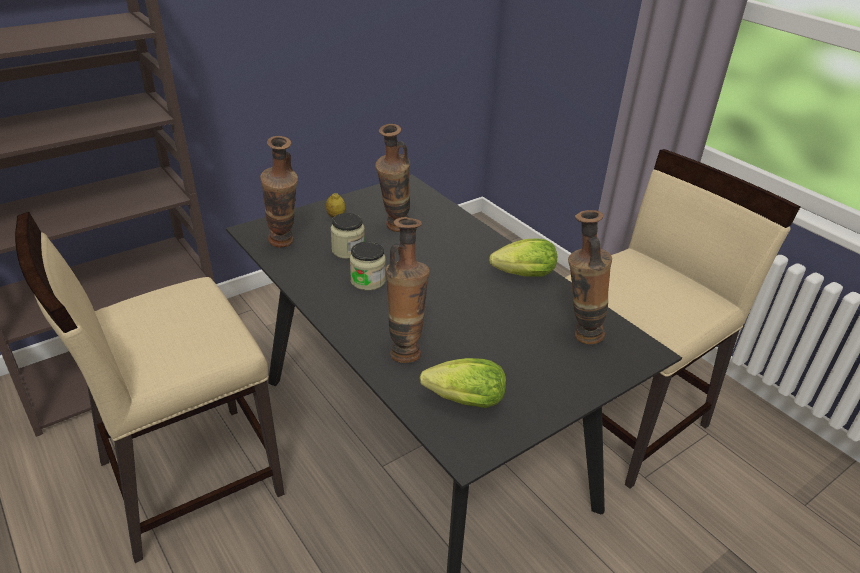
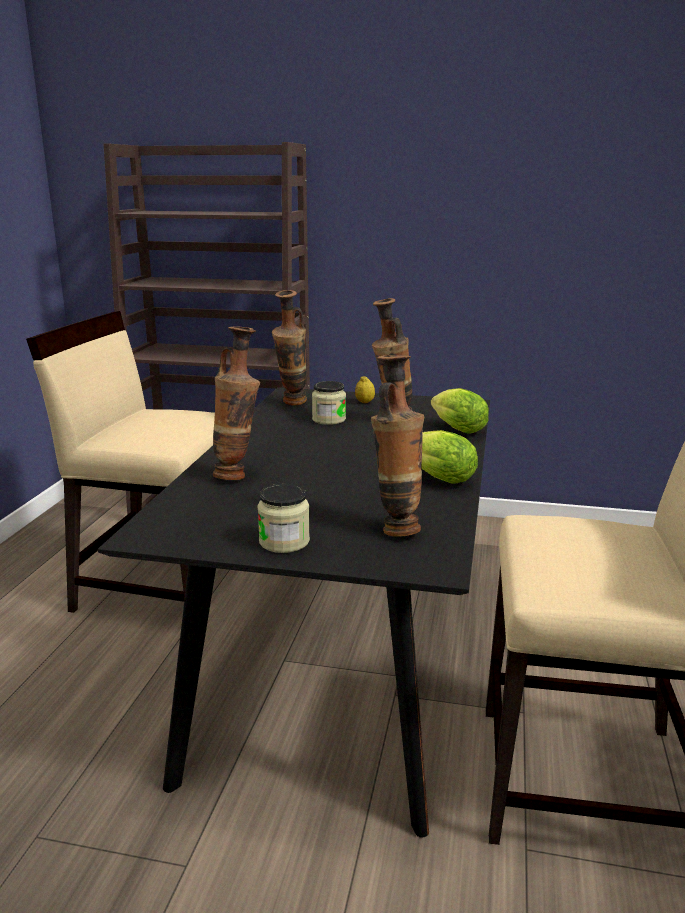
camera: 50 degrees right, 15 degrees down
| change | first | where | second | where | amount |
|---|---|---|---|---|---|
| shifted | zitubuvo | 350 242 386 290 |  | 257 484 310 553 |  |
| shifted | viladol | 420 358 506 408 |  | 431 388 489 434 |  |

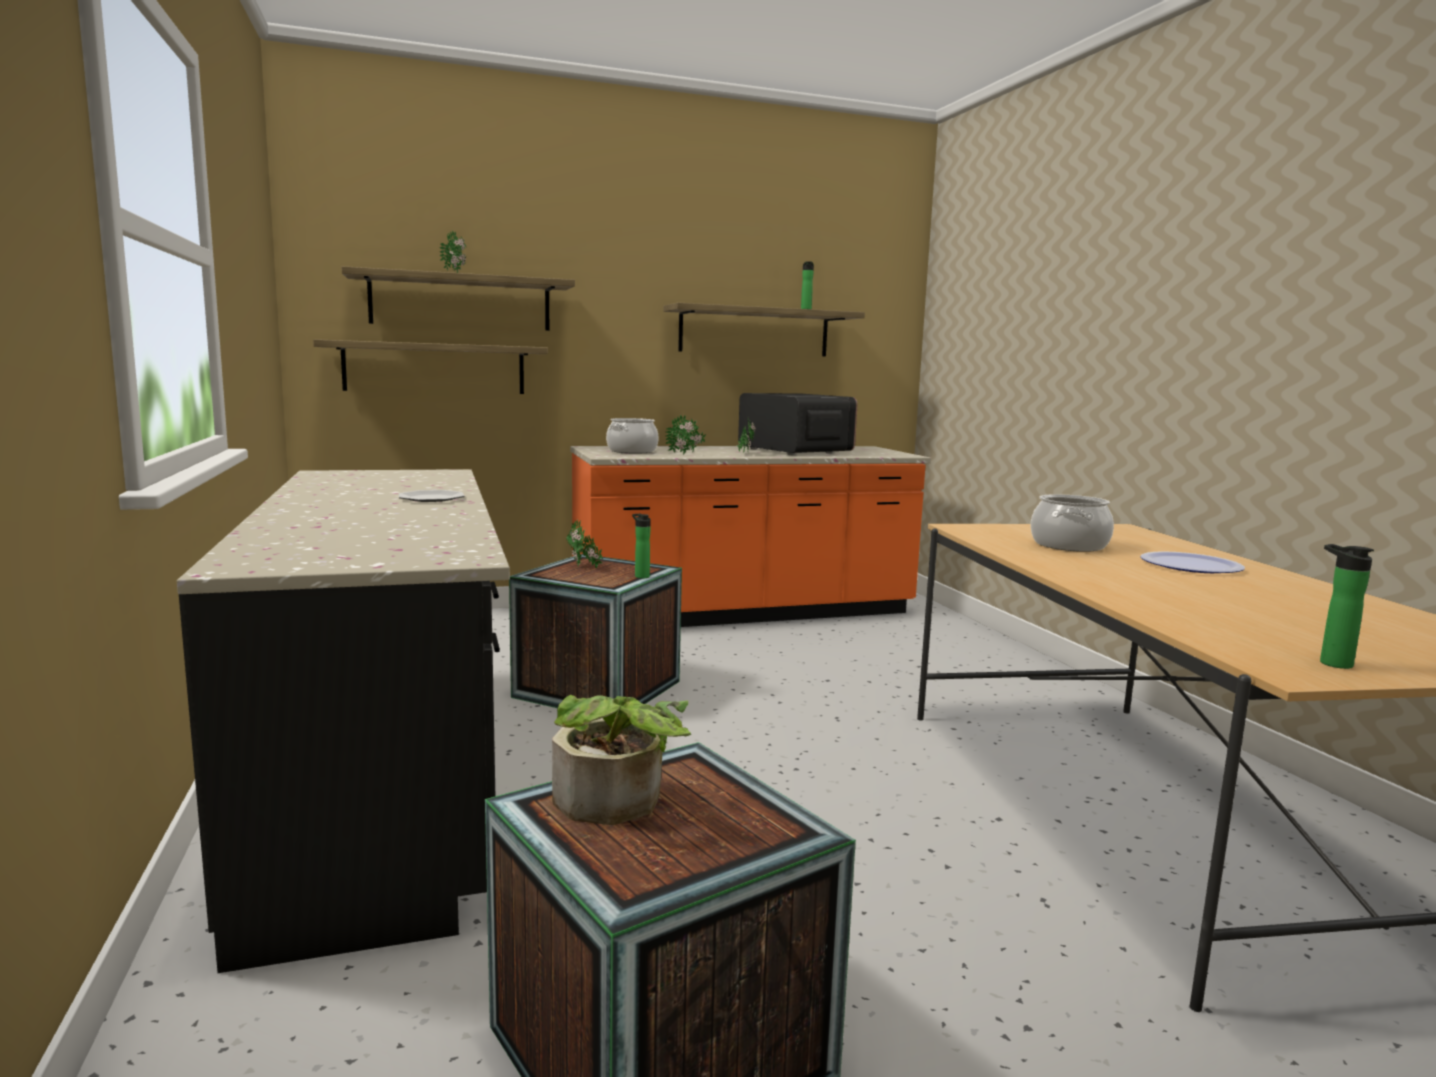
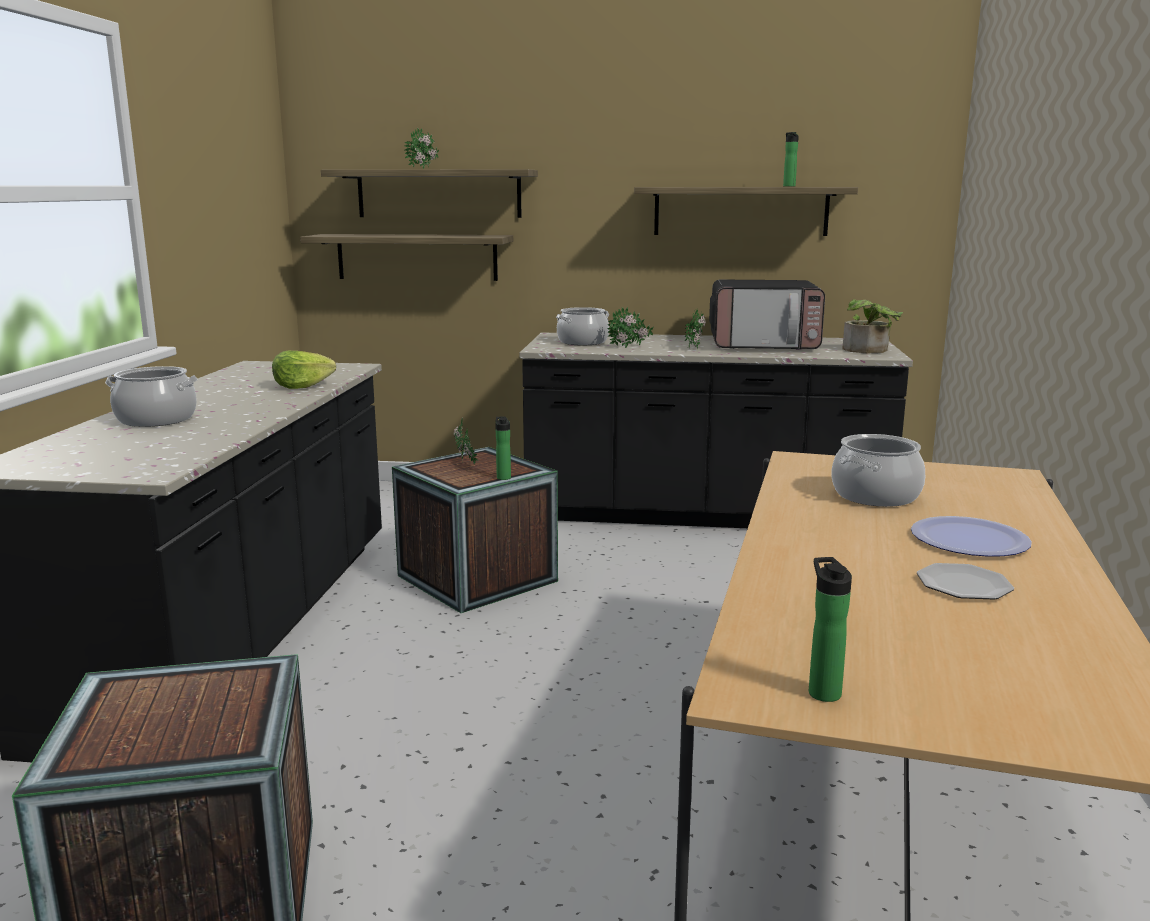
camera: 25 degrees right, 5 degrees up
| change | first | where | second | where | amount |
|---|---|---|---|---|---|
| new |  |  | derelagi | 105 366 198 427 |  |
| new |  |  | viladol | 272 351 336 389 |  |
| shifted | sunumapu | 399 490 465 502 |  | 917 563 1014 600 |  |
| shifted | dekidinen | 552 695 691 825 |  | 842 299 903 353 |  |
| repainted | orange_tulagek | 570 446 931 627 | black_tulagek | 520 333 913 528 |  |
| rotated | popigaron | 738 393 857 455 |  | 709 280 825 350 | 105 degrees clockwise |

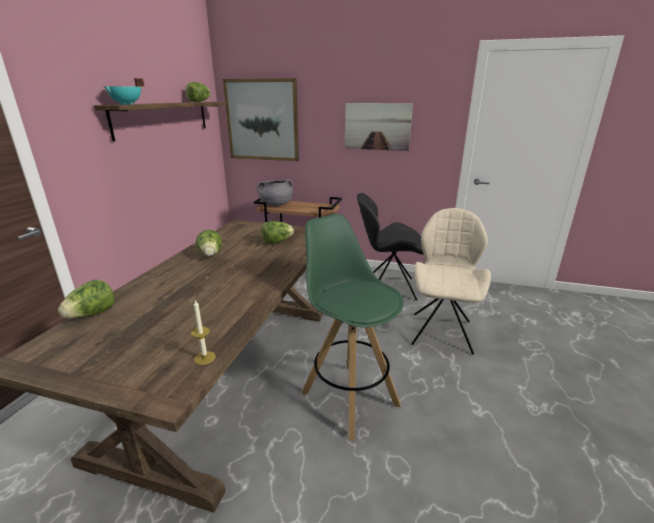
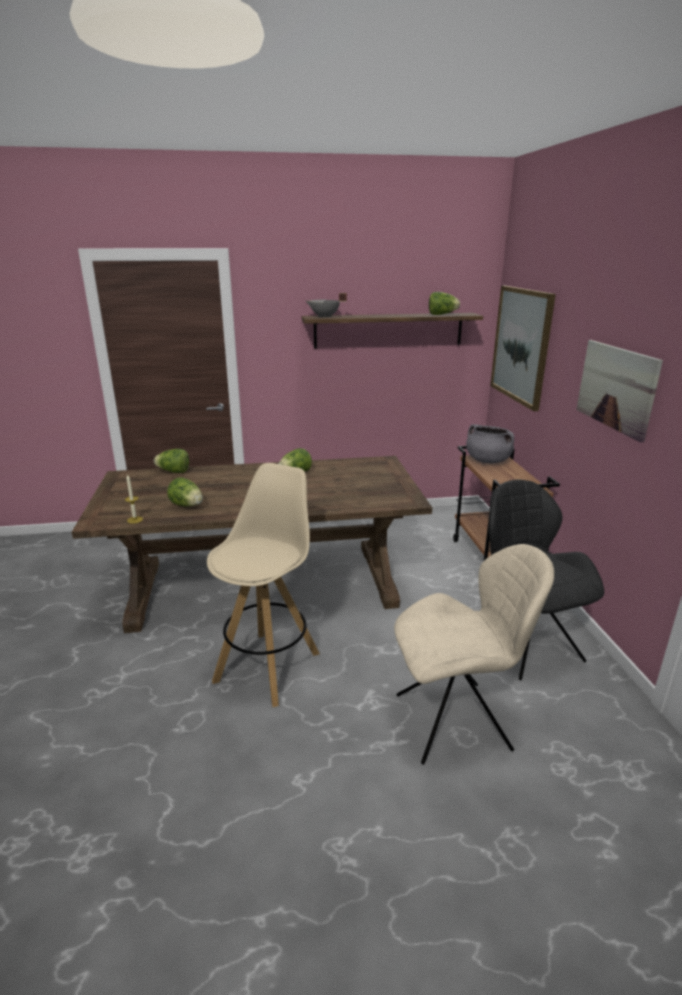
camera: 65 degrees right, 0 degrees up
| change | first | where | second | where | amount |
|---|---|---|---|---|---|
| shifted | viladol | 262 221 294 244 |  | 167 477 203 506 |  |
| repainted | turquoise_derelagi | 104 78 145 105 | grey_derelagi | 306 293 347 318 |  |
| repainted | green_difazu | 302 214 403 441 | beige_difazu | 207 463 320 707 |  |

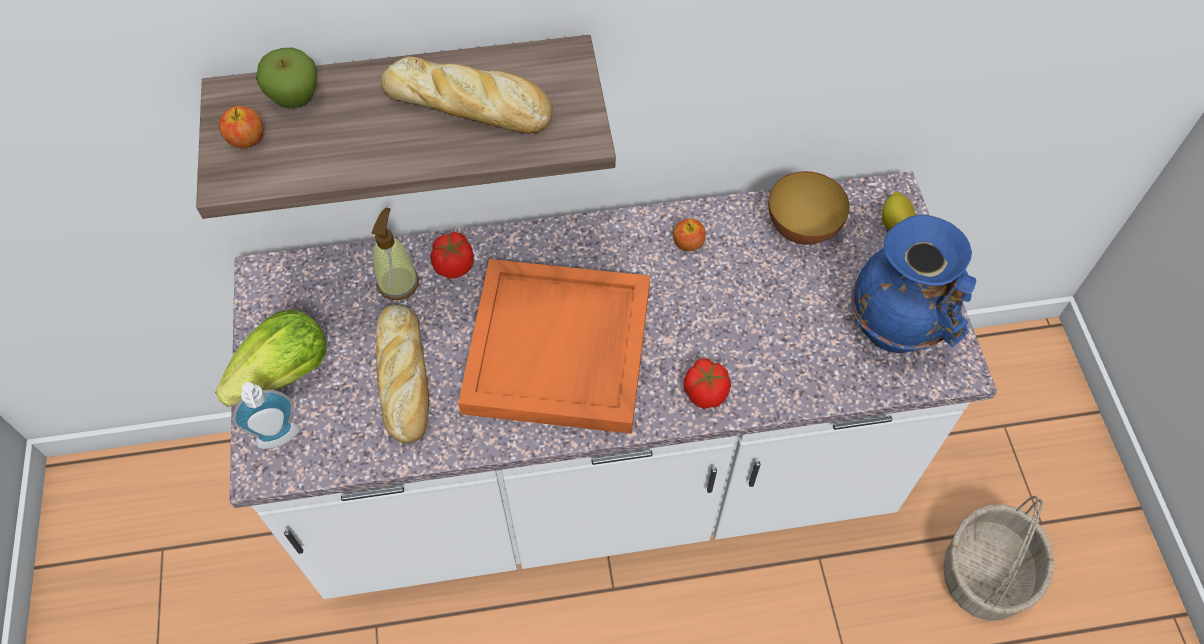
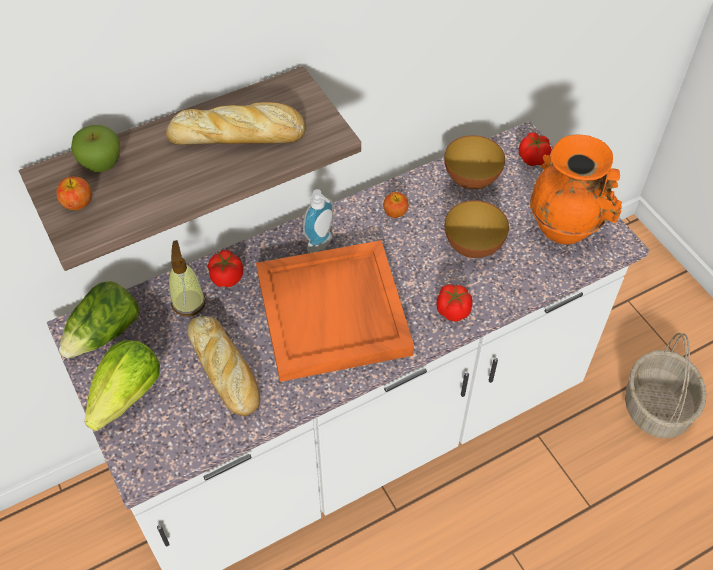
camera: 20 degrees left, 5 degrees down
| change | first | where | second | where | amount |
|---|---|---|---|---|---|
| new |  |  | viladol | 59 281 139 358 |  |
| new |  |  | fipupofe | 445 200 509 258 |  |
| shifted | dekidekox | 232 382 300 449 |  | 303 189 334 253 |  |
| swapped | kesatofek | 882 192 915 230 | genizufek | 519 132 551 166 |  |
| repainted | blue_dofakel | 851 215 976 353 | orange_dofakel | 530 135 622 244 |  |

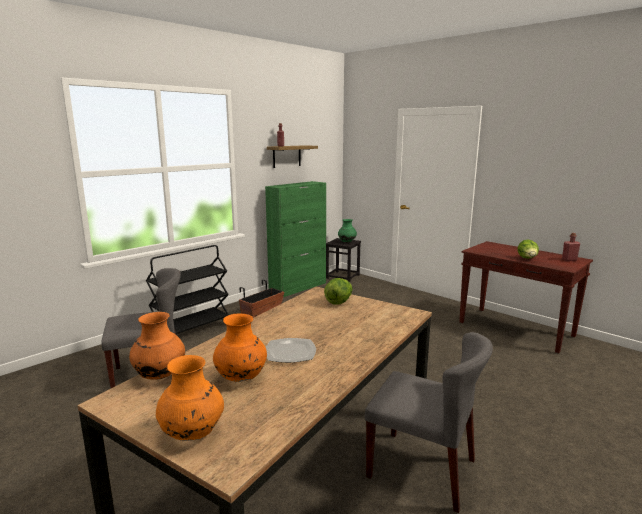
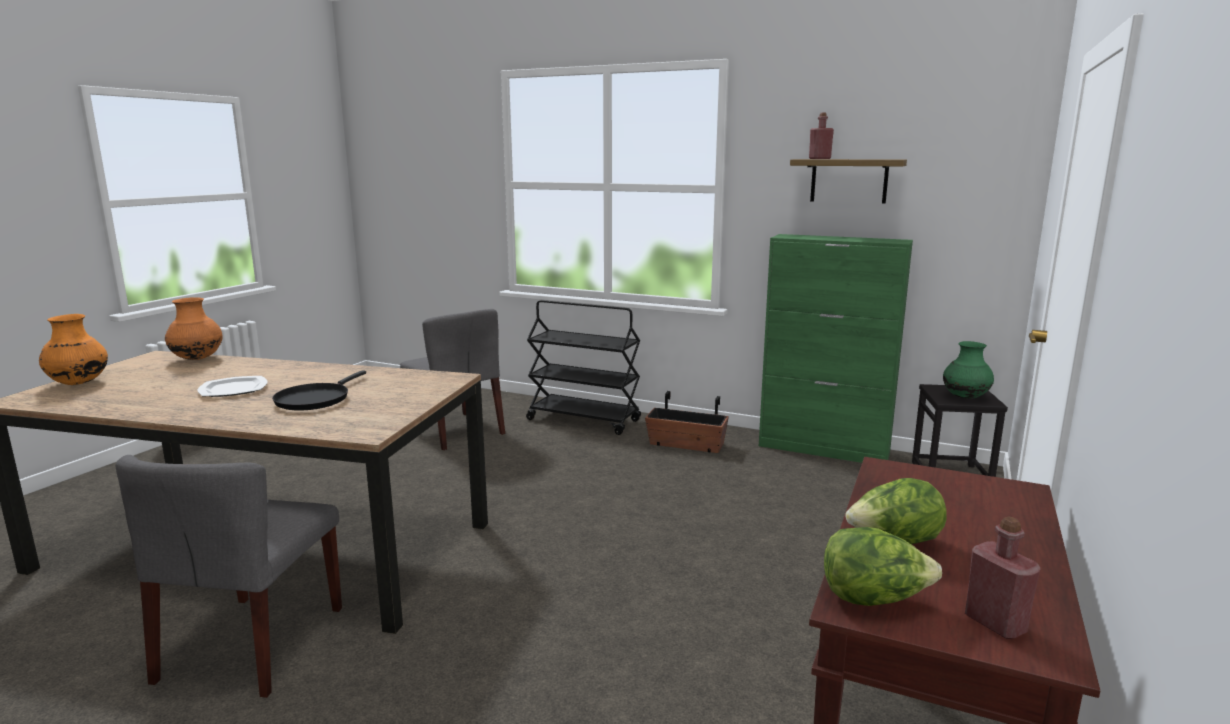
camera: 70 degrees right, 0 degrees up
| change | first | where | second | where | amount |
|---|---|---|---|---|---|
| gone | orange_dofakel | 213 314 267 382 |  |  |  |
| new |  |  | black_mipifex | 272 370 366 411 |  |
| shifted | viladol | 324 278 353 305 |  | 824 527 942 606 |  |

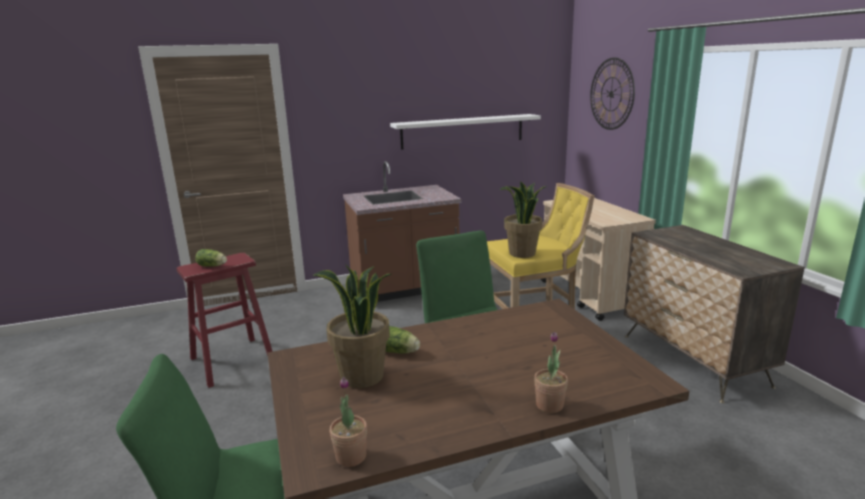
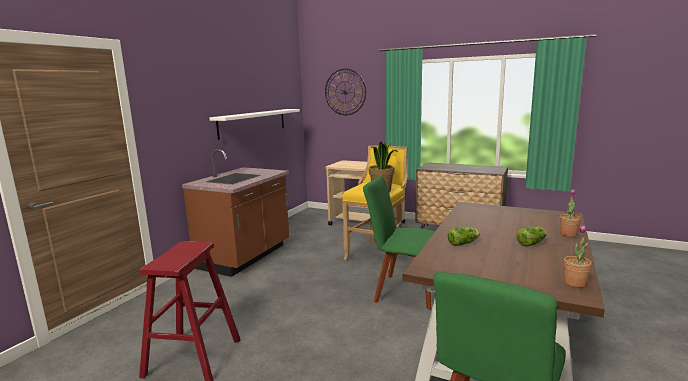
camera: 45 degrees left, 5 degrees down
| change | first | where | second | where | amount |
|---|---|---|---|---|---|
| gone | dekidinen | 313 264 391 388 |  |  |  |
| shifted | viladol | 195 249 227 267 |  | 517 226 547 247 |  |

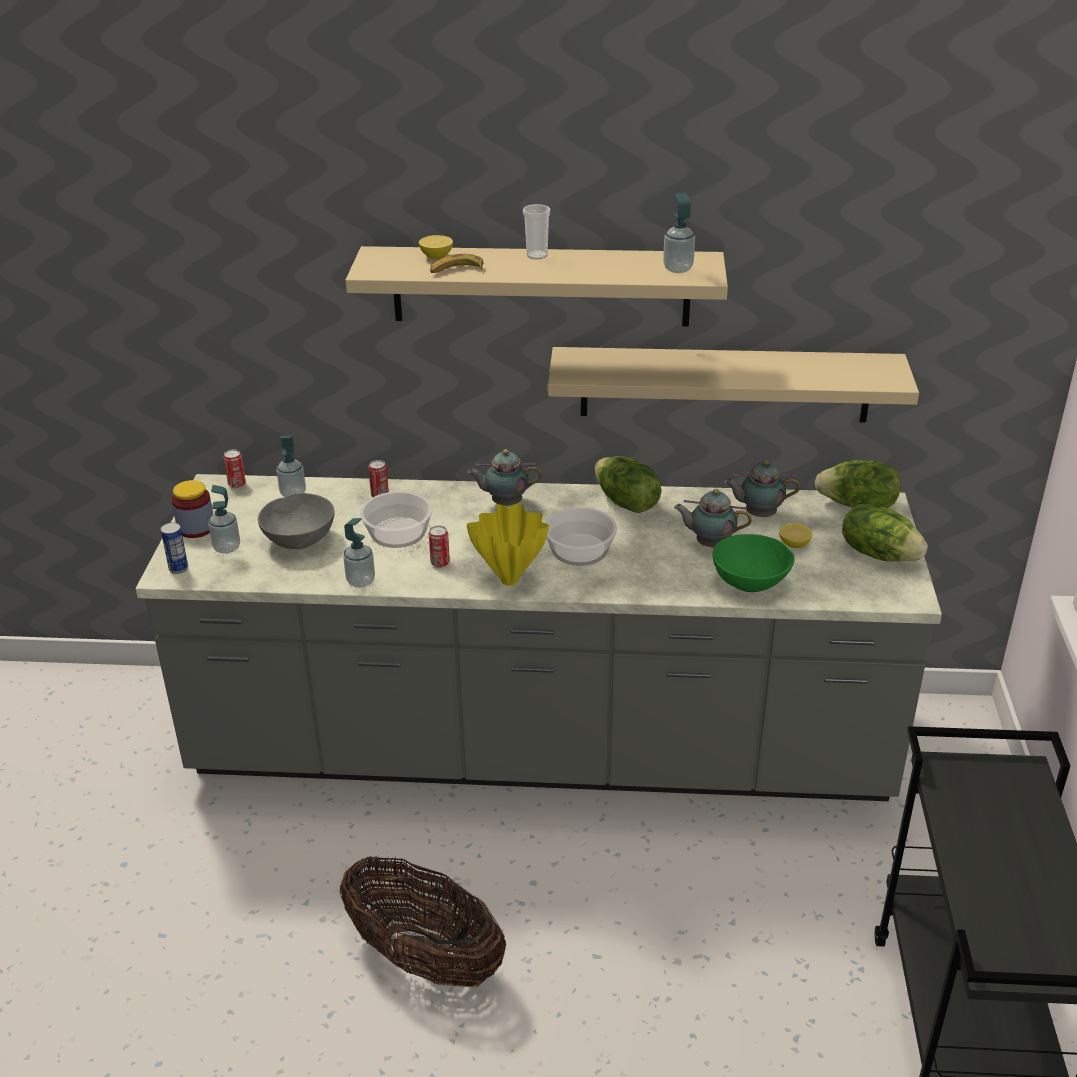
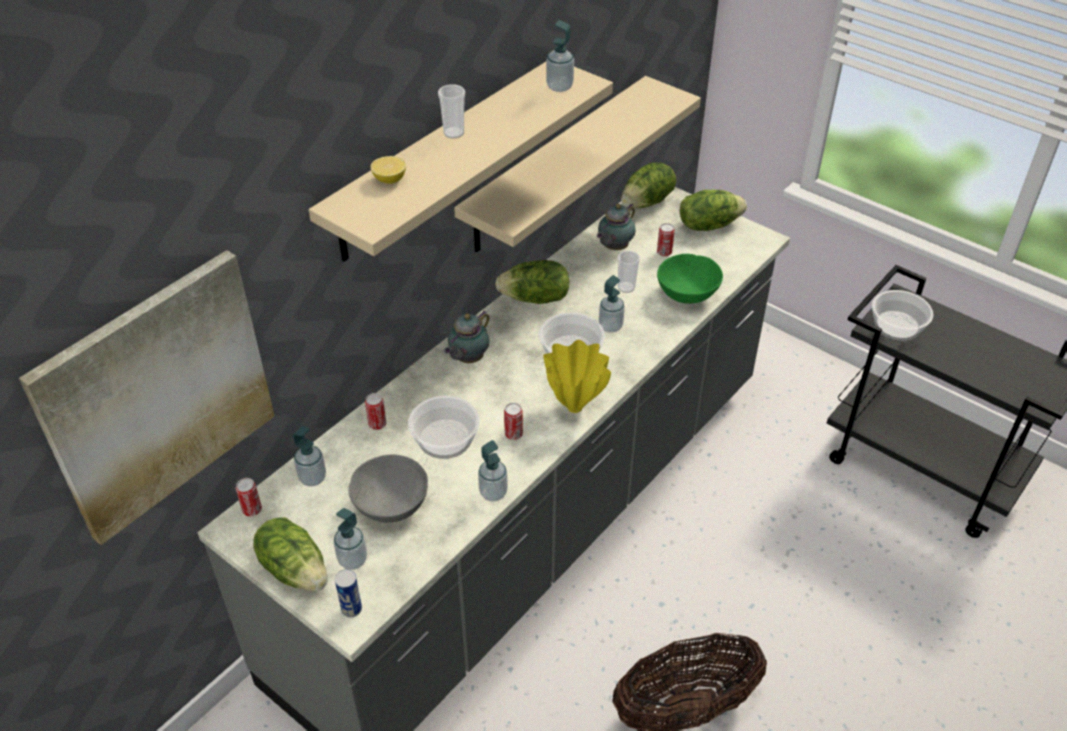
camera: 55 degrees left, 10 degrees up
| change | first | where | second | where | amount |
|---|---|---|---|---|---|
| gone | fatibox | 430 254 483 273 |  |  |  |
| new |  |  | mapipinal | 19 250 275 545 |  |
| new |  |  | dekidekox | 599 275 625 333 |  |
| new |  |  | fipupofe | 872 290 933 341 |  |
| swapped | zitubuvo | 171 480 213 538 | viladol | 253 517 327 591 |  |
| swapped | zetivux | 674 489 752 547 | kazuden | 617 251 640 293 |  |
| swapped | kesatofek | 779 523 813 548 | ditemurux | 657 223 675 257 |  |

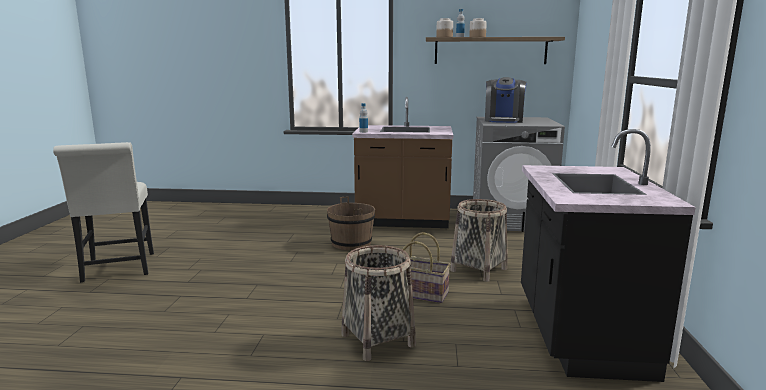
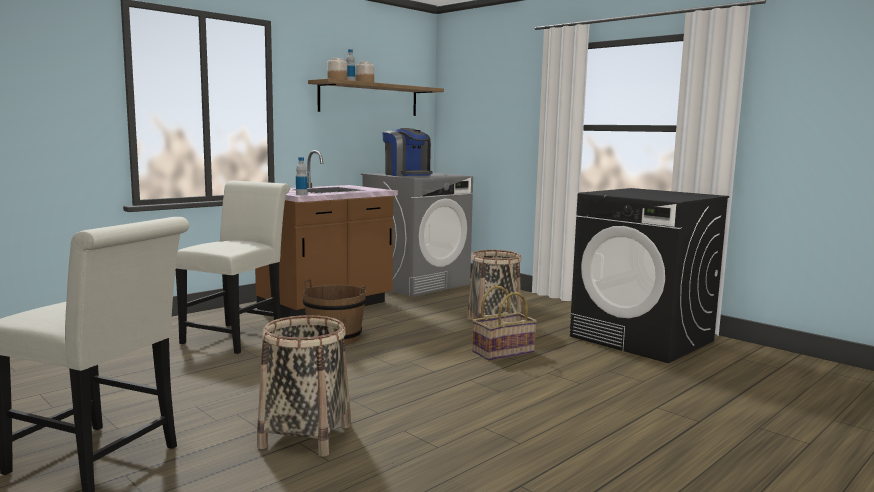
camera: 50 degrees left, 5 degrees down
| change | first | where | second | where | amount |
|---|---|---|---|---|---|
| new |  |  | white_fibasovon | 176 181 290 354 |  |
| shifted | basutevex | 341 245 416 361 |  | 257 315 351 457 |  |
| swapped | black_tulagek | 521 129 696 382 | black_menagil | 570 188 729 363 |  |

